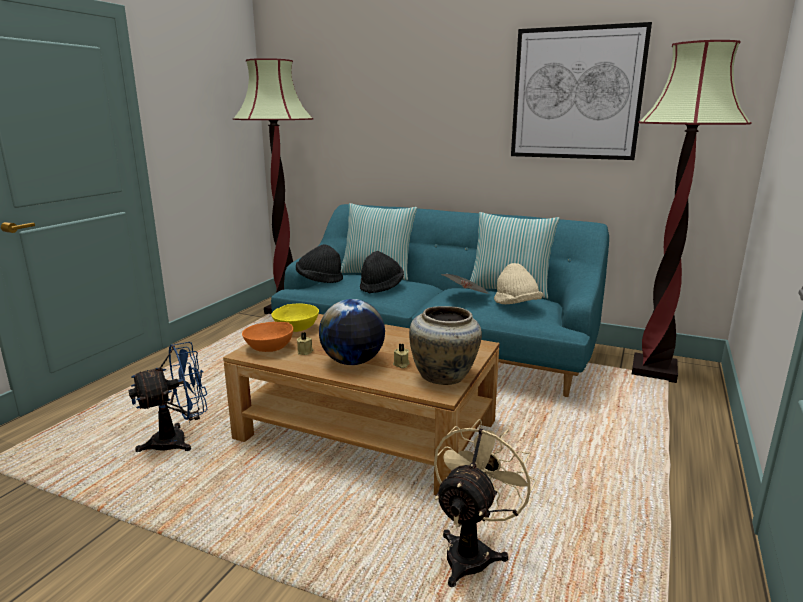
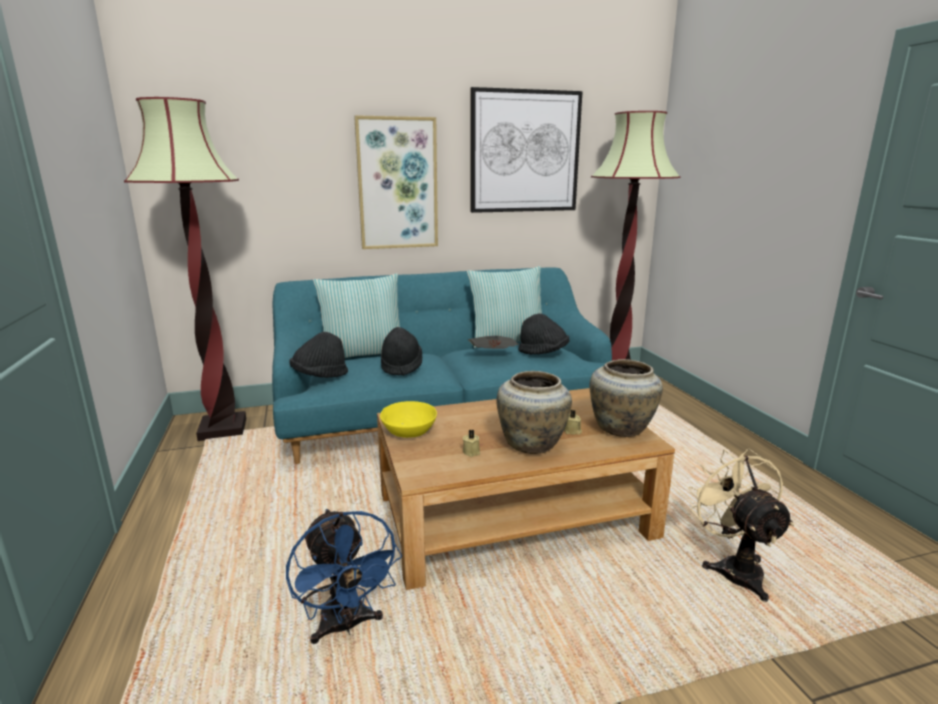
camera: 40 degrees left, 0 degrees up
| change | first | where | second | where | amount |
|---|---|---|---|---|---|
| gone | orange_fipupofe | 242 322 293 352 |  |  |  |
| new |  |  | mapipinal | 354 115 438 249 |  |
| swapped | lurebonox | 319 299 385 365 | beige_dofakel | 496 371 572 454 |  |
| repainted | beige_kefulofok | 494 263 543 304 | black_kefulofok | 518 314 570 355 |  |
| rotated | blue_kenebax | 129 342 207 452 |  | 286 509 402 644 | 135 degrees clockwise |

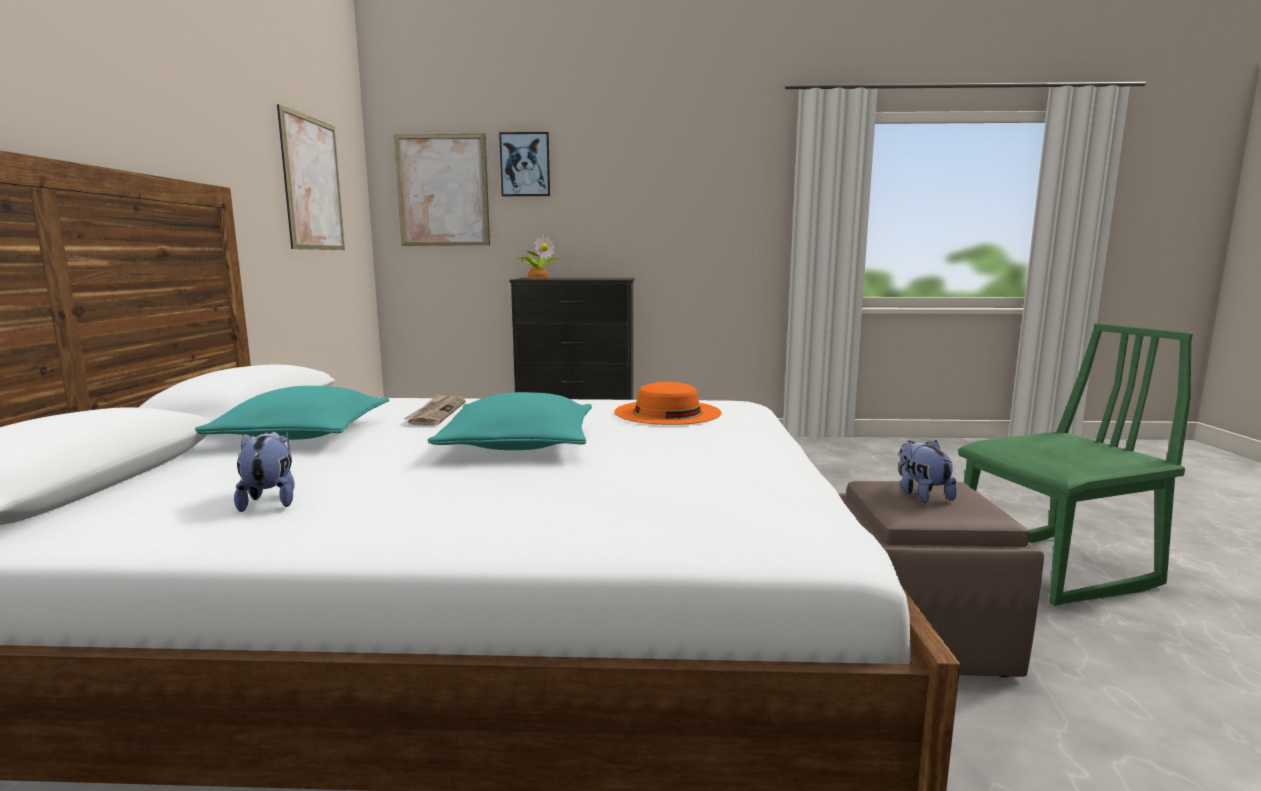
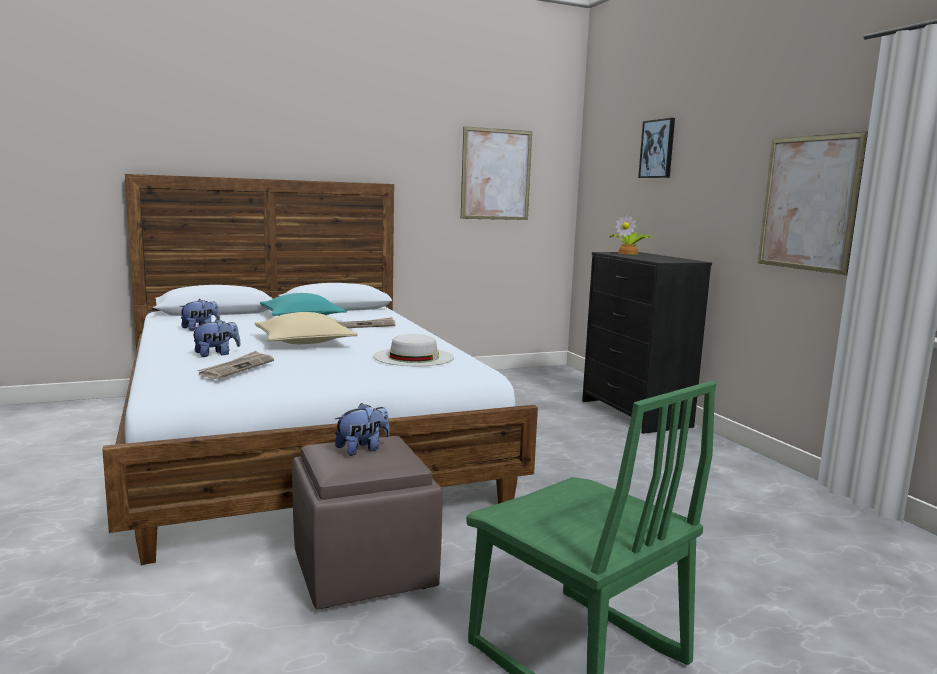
camera: 65 degrees right, 0 degrees up
| change | first | where | second | where | amount |
|---|---|---|---|---|---|
| new |  |  | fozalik | 191 319 240 357 |  |
| new |  |  | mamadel | 197 351 274 379 |  |
| shifted | mapipinal | 394 134 490 246 |  | 758 132 868 275 |  |
| repainted | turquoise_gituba | 427 392 592 450 | beige_gituba | 255 312 358 344 |  |
| repainted | orange_kefulofok | 614 382 722 425 | white_kefulofok | 373 334 454 366 |  |

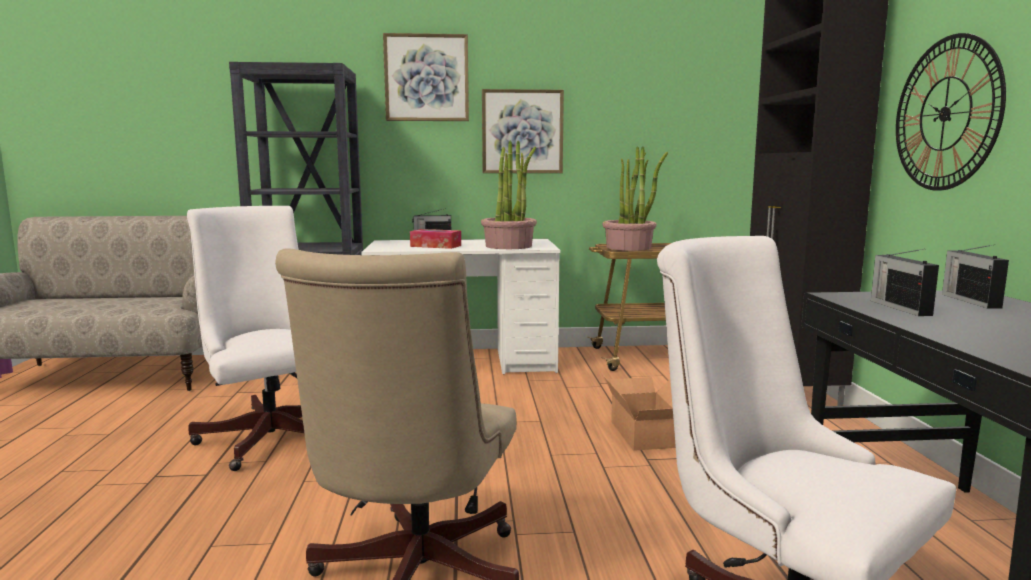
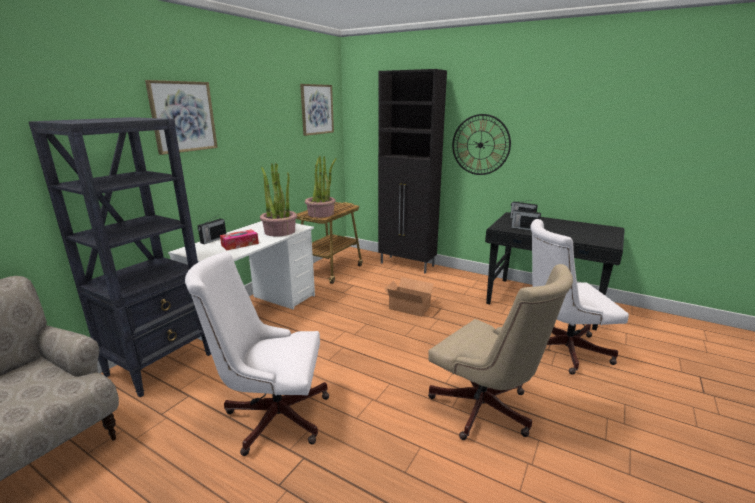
camera: 55 degrees left, 10 degrees up
| change | first | where | second | where | amount |
|---|---|---|---|---|---|
| shifted | mapipinal | 482 89 564 173 |  | 300 84 334 136 |  |

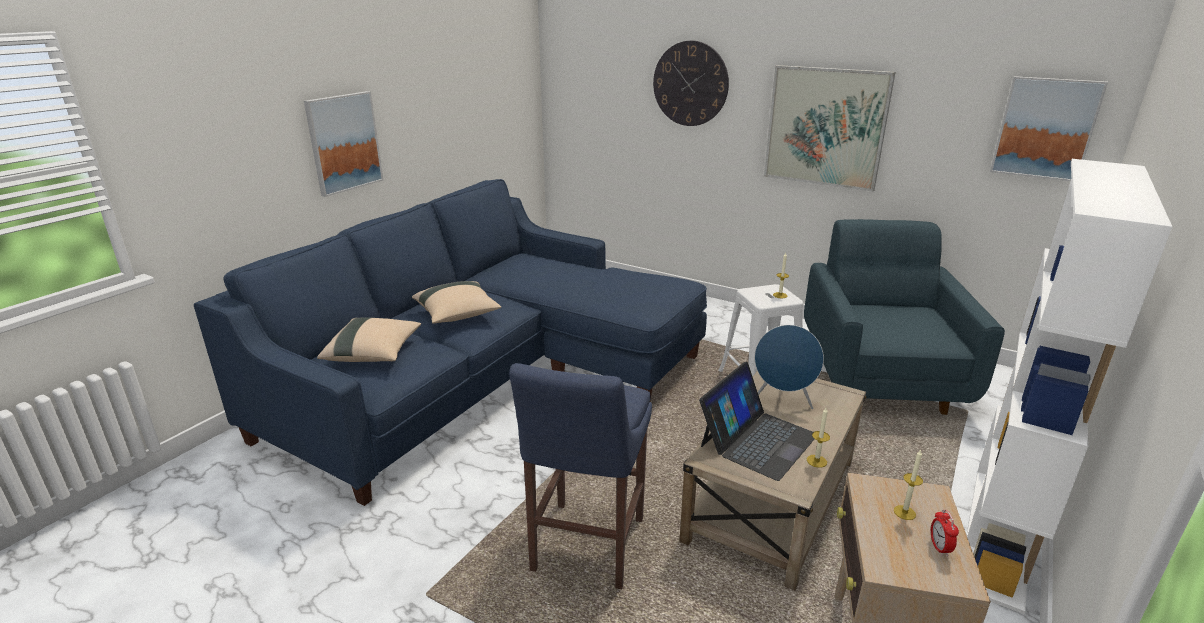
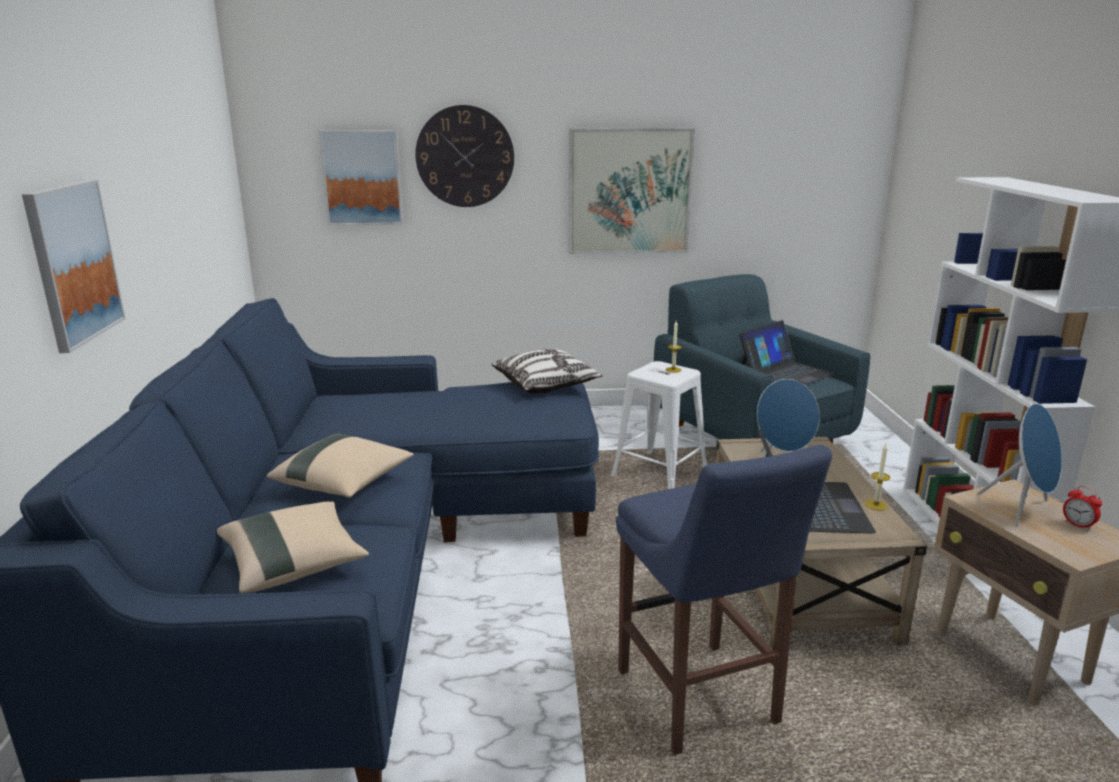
camera: 35 degrees left, 5 degrees down
| change | first | where | second | where | amount |
|---|---|---|---|---|---|
| new |  |  | gituba | 492 348 603 394 |  |
| new |  |  | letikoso | 739 320 834 385 |  |
| shifted | mapipinal | 990 76 1108 181 |  | 319 130 403 225 |  |
| swapped | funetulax | 894 450 923 520 | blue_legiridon | 977 403 1062 526 |  |

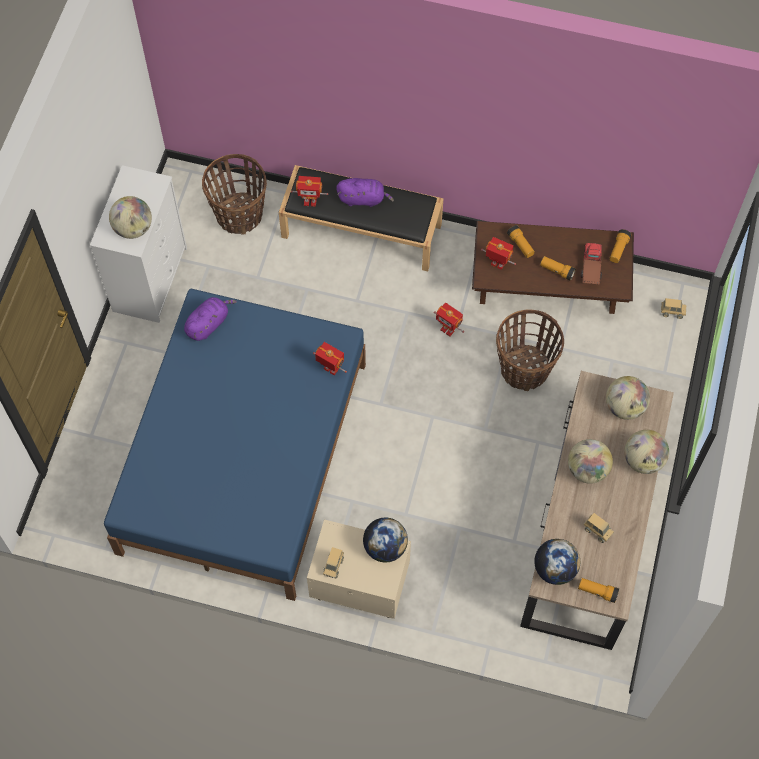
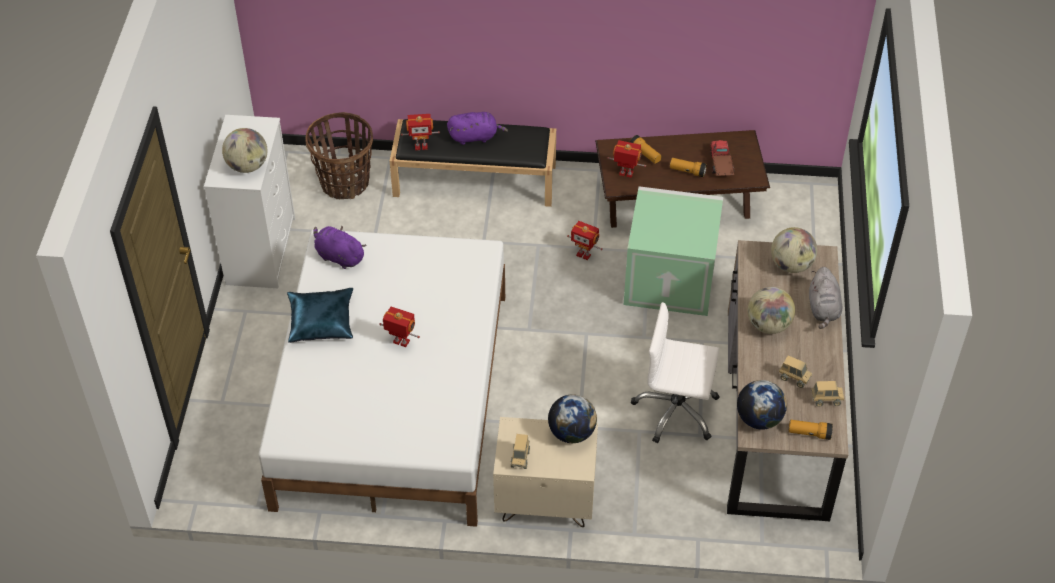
camera: 10 degrees left, 15 degrees down
| change | first | where | second | where | amount |
|---|---|---|---|---|---|
| gone | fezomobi | 609 229 631 263 |  |  |  |
| new |  |  | blue_gituba | 287 288 353 343 |  |
| new |  |  | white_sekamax | 631 302 720 444 |  |
| shifted | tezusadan | 313 342 347 375 |  | 379 307 420 347 |  |
| shifted | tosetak | 661 298 686 319 |  | 811 381 844 407 |  |
| swapped | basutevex | 496 310 564 391 | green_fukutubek | 624 186 723 316 |  |
| swapped | lurebonox | 624 430 669 474 | grey_fozalik | 809 267 842 329 |  |
| repainted | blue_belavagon | 104 289 366 601 | white_belavagon | 259 229 505 527 |  |
| rotated | purple_fozalik | 184 297 237 341 |  | 313 225 366 269 | 90 degrees counterclockwise |

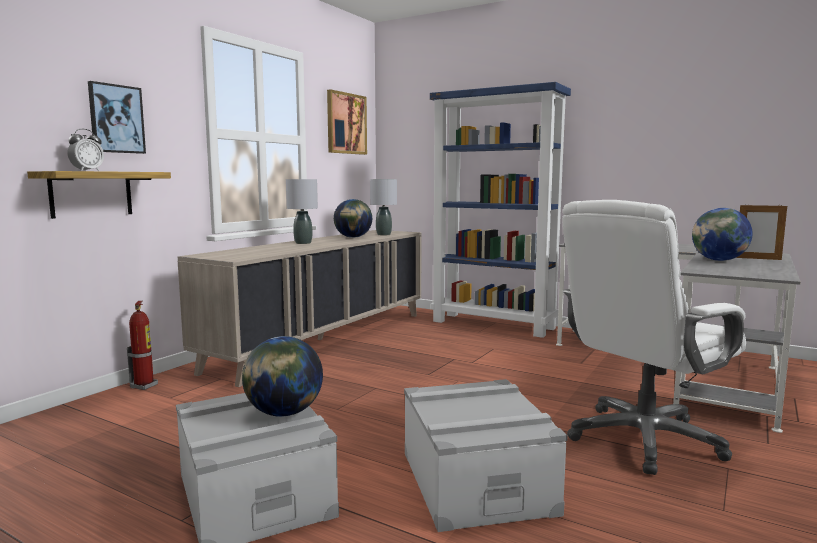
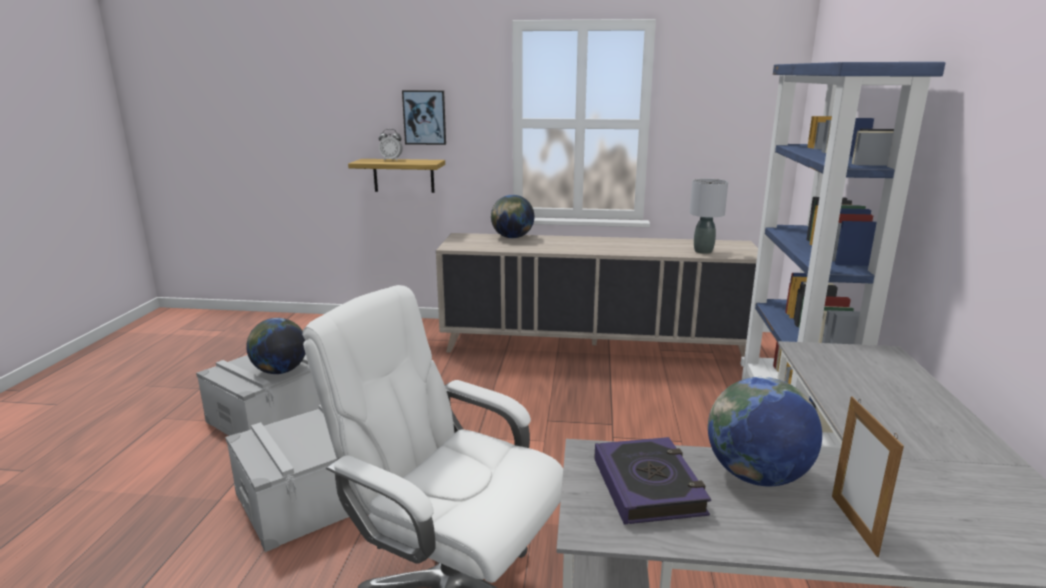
camera: 65 degrees right, 10 degrees up
| change | first | where | second | where | amount |
|---|---|---|---|---|---|
| gone | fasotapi | 127 301 158 390 |  |  |  |
| gone | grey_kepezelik | 286 179 318 244 |  |  |  |
| gone | mapipinal | 327 89 367 155 |  |  |  |
| new |  |  | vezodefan | 594 437 711 525 |  |
| shifted | lurebonox | 334 199 372 238 |  | 491 195 534 238 |  |

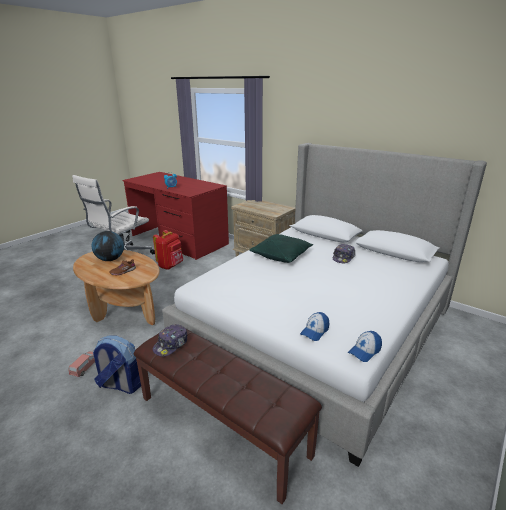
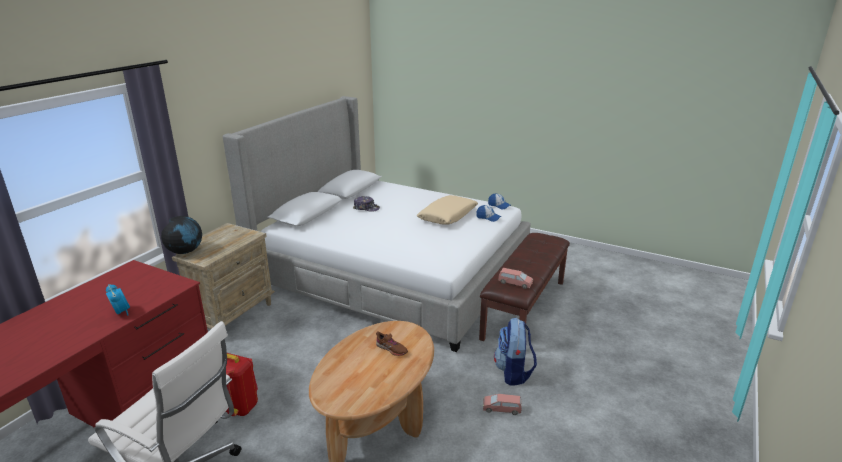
camera: 100 degrees left, 0 degrees up
| change | first | where | second | where | amount |
|---|---|---|---|---|---|
| gone | green_gituba | 249 234 313 263 |  |  |  |
| new |  |  | beige_gituba | 417 195 478 225 |  |
| shifted | lurebonox | 92 231 124 261 |  | 161 216 202 254 |  |
| swapped | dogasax | 153 324 187 357 | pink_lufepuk | 498 268 533 289 |  |

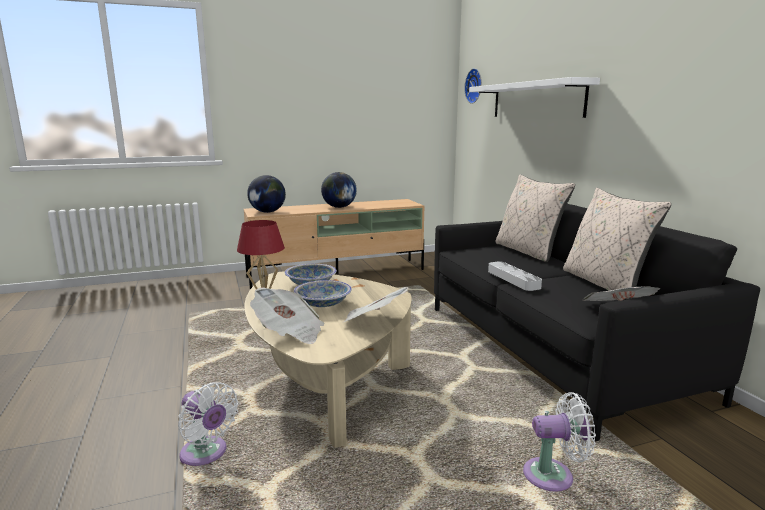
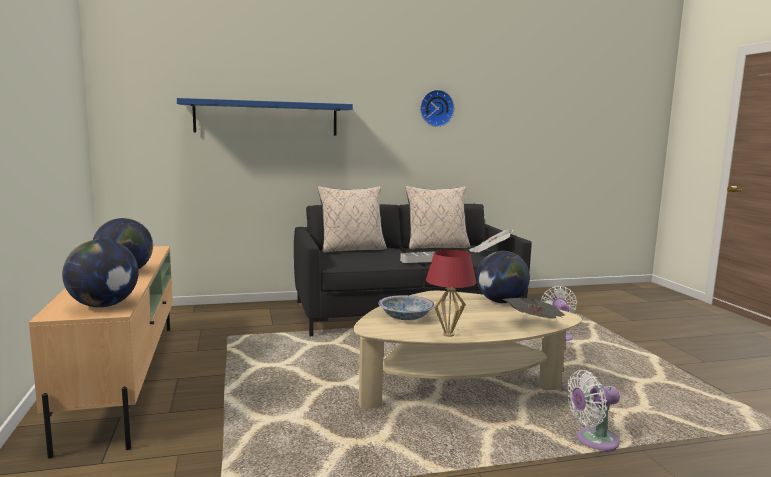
camera: 85 degrees left, 5 degrees down
| change | first | where | second | where | amount |
|---|---|---|---|---|---|
| gone | fipupofe | 294 280 352 307 |  |  |  |
| shifted | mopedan | 464 68 482 104 |  | 420 90 455 127 |  |
| swapped | mamadel | 344 287 408 322 | lurebonox | 476 251 530 303 |  |
| repainted | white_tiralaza | 469 77 600 118 | blue_tiralaza | 177 98 353 136 |  |
| rotated | white_kenebax | 178 382 238 466 |  | 567 370 620 452 | 150 degrees counterclockwise |

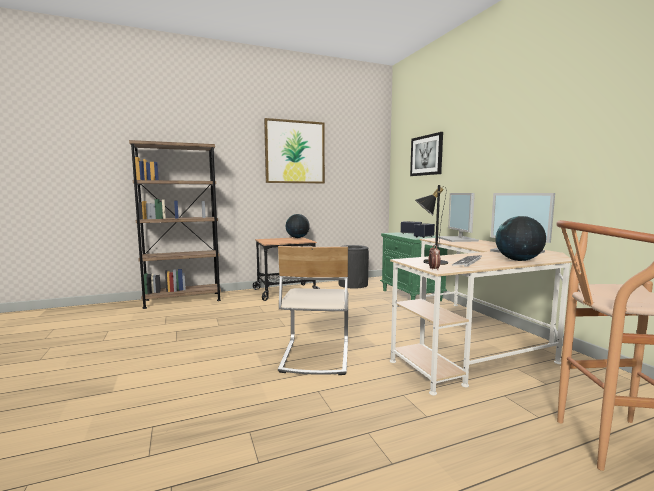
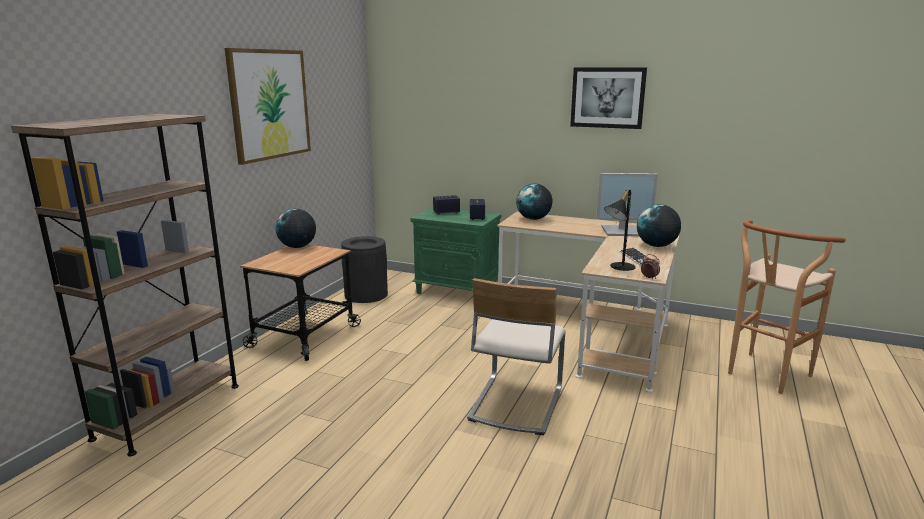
camera: 45 degrees left, 10 degrees up
| change | first | where | second | where | amount |
|---|---|---|---|---|---|
| shifted | mapipinal | 410 132 443 176 |  | 570 68 647 129 |  |
| swapped | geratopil | 438 193 479 242 | lurebonox | 516 184 552 220 |  |
| rotated | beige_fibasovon | 278 246 349 375 |  | 467 278 566 435 | 60 degrees clockwise |

